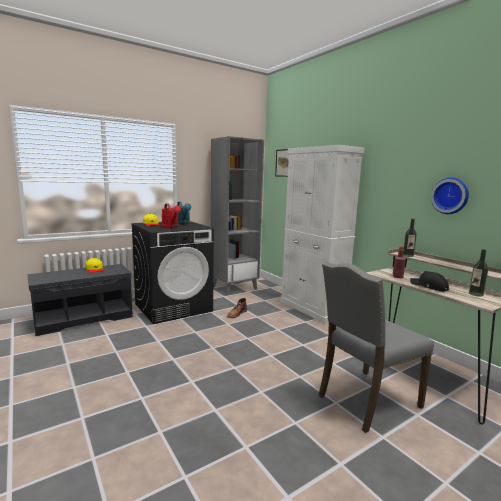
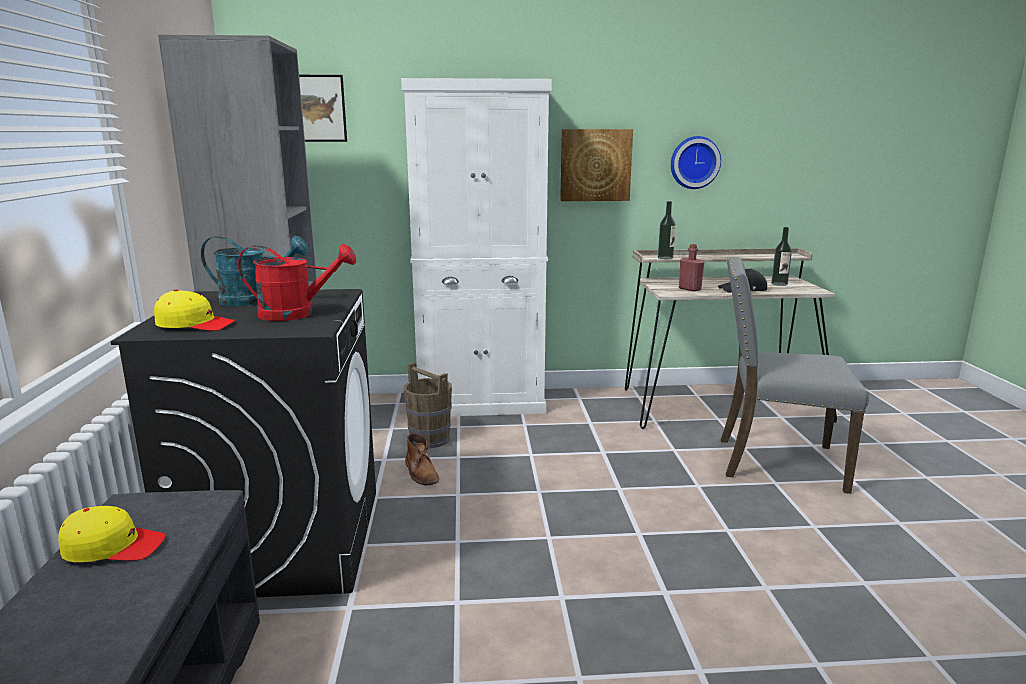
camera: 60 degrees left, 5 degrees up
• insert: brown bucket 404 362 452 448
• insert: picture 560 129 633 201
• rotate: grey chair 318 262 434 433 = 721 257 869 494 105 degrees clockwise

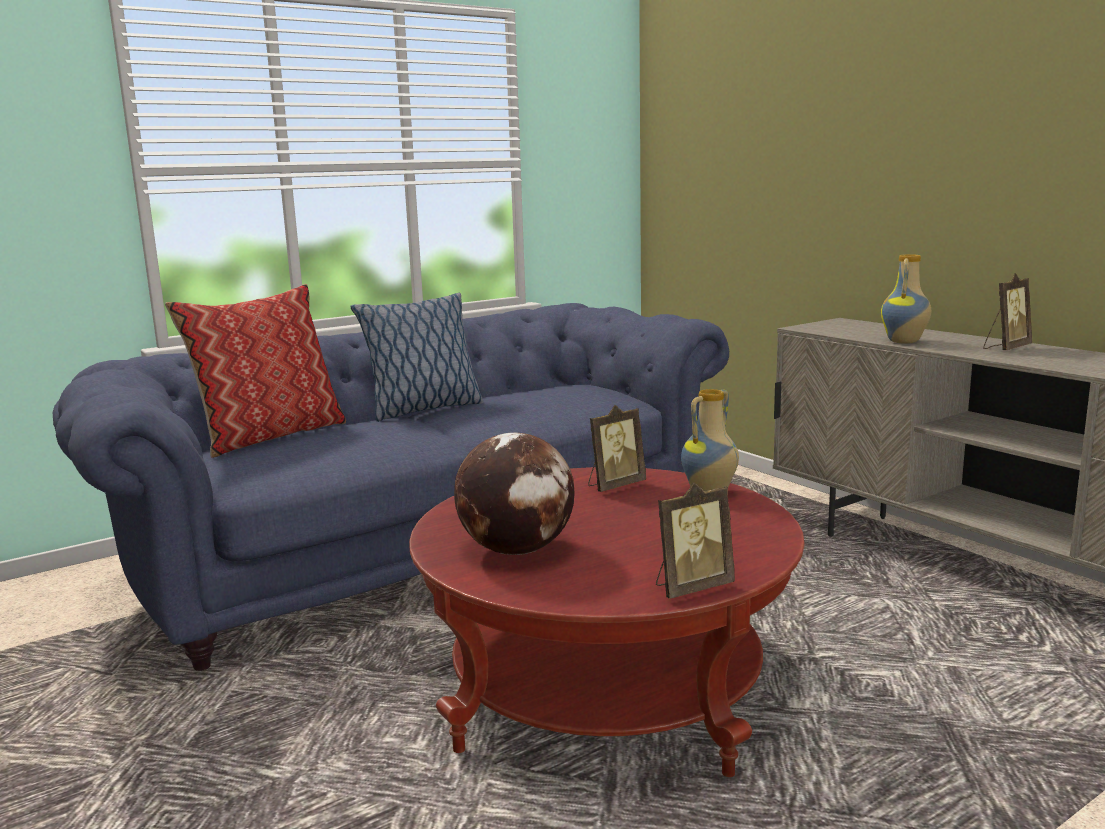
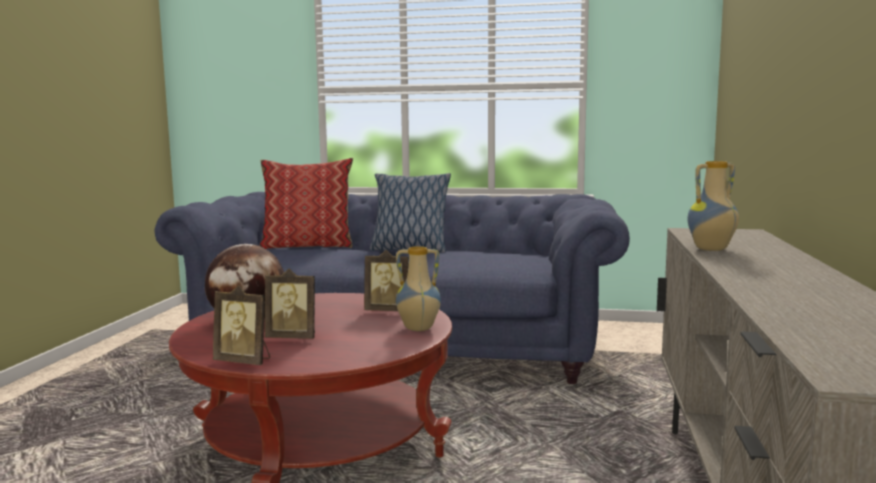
camera: 45 degrees right, 5 degrees down
• move: picture frame 983 273 1032 350 to 265 269 315 339

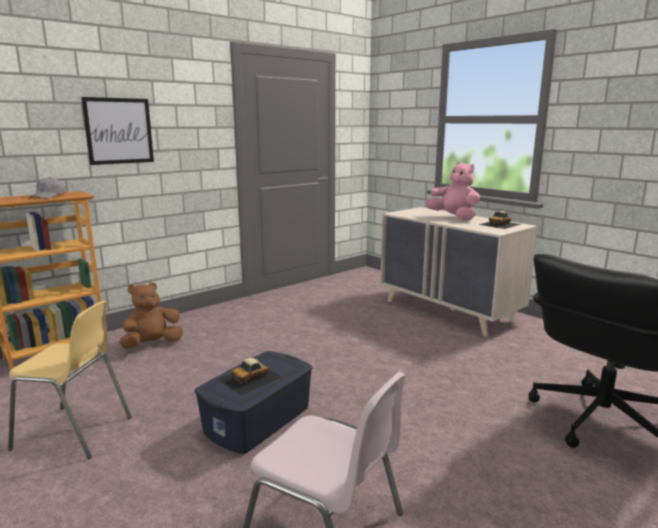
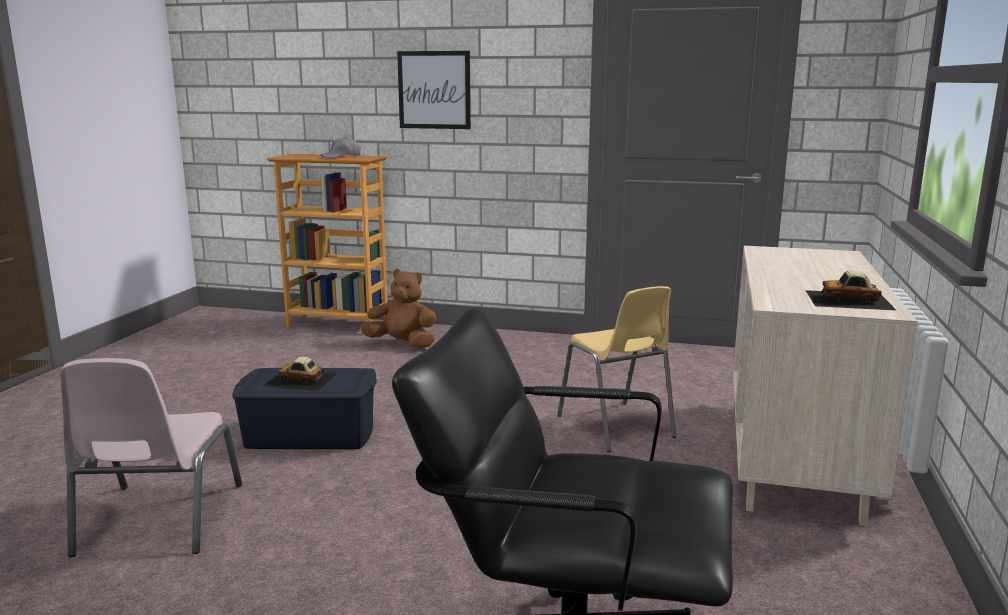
camera: 55 degrees right, 0 degrees up
• move: yellow chair 8 301 132 459 to 558 286 676 452
• delete: pink plush toy 425 162 480 221

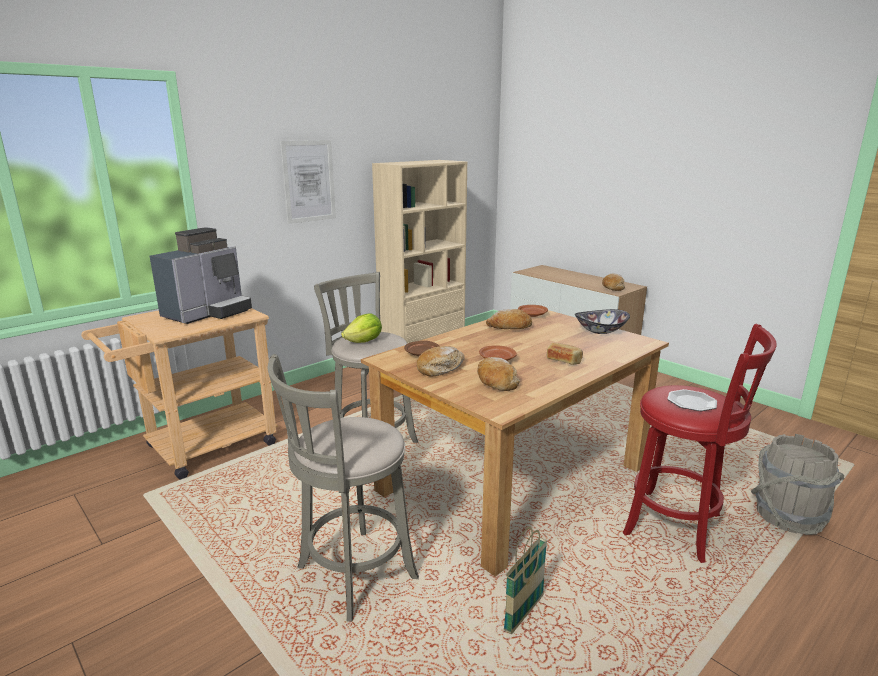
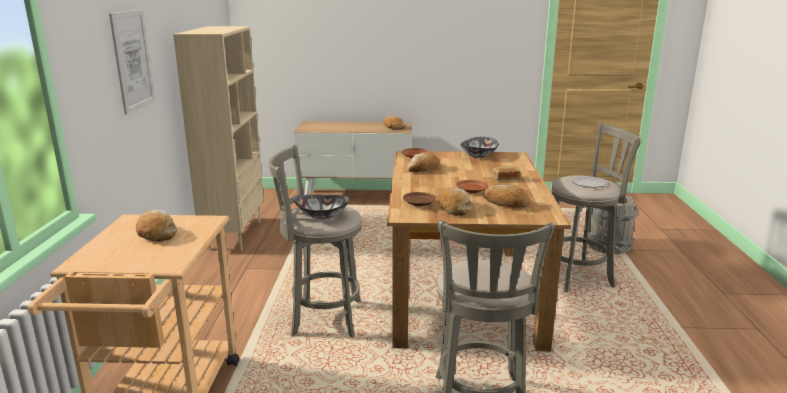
camera: 45 degrees left, 0 degrees up
• replace: coffee machine 150 227 252 324 to bread 136 210 177 242
• replace: lettuce 341 313 382 343 to bowl 294 195 350 219
• recolor: red stool 623 324 777 563 to grey stool 550 123 641 293
• delete: basket 504 526 547 634

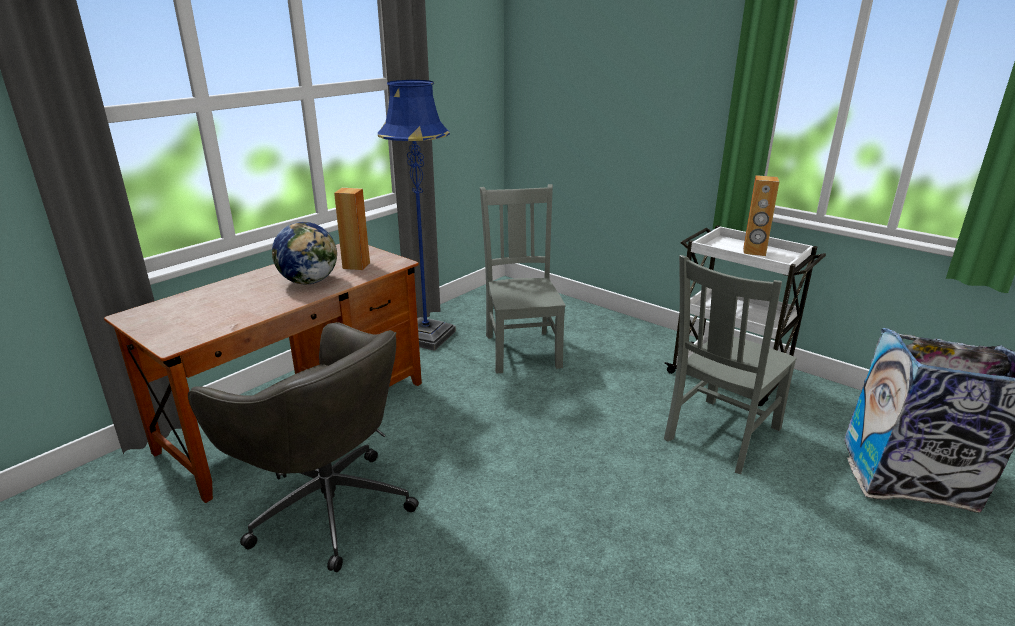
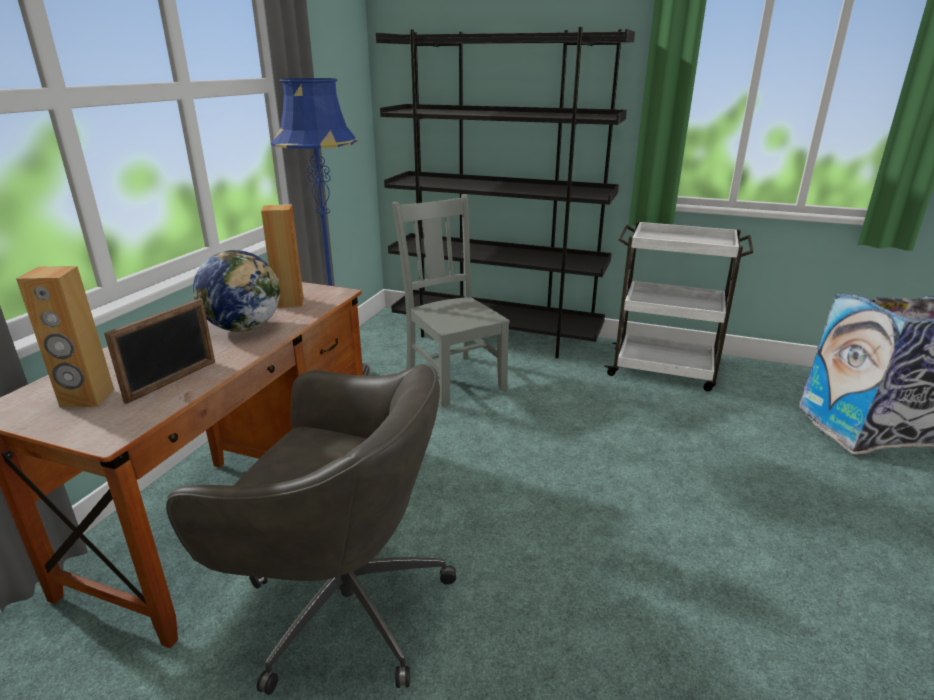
camera: 20 degrees left, 0 degrees up
• move: brown speaker 743 175 779 256 to 16 266 114 408
• insert: picture frame 104 298 215 404
• insert: black bookcase 376 27 635 358
• delete: grey chair 664 255 797 474

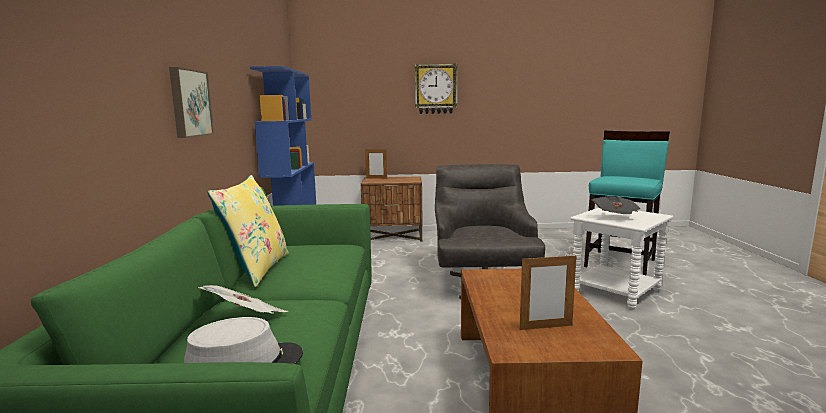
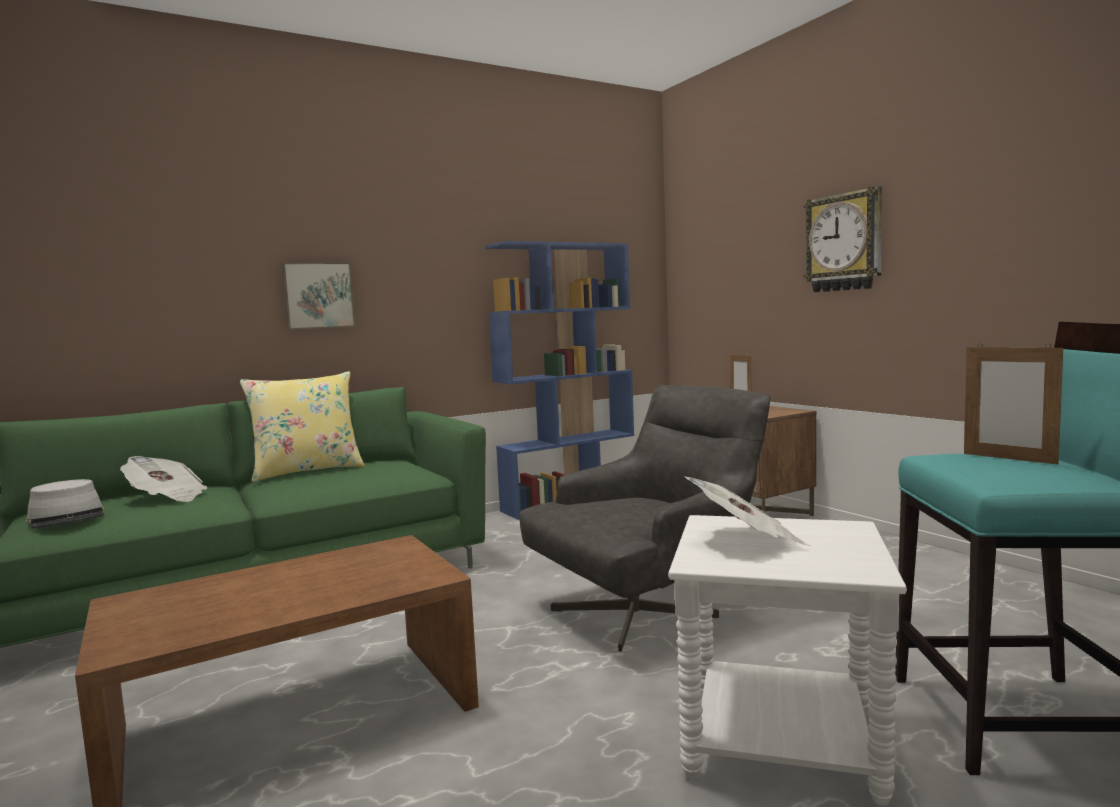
camera: 60 degrees right, 5 degrees down
• move: picture frame 520 253 577 330 to 964 344 1063 465

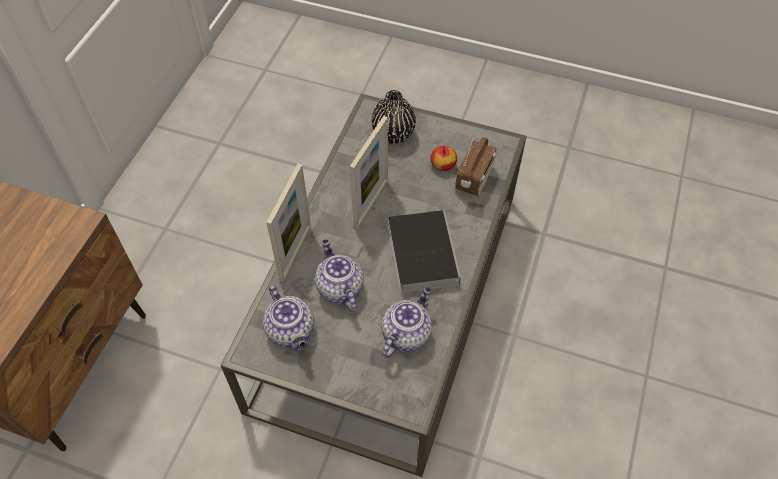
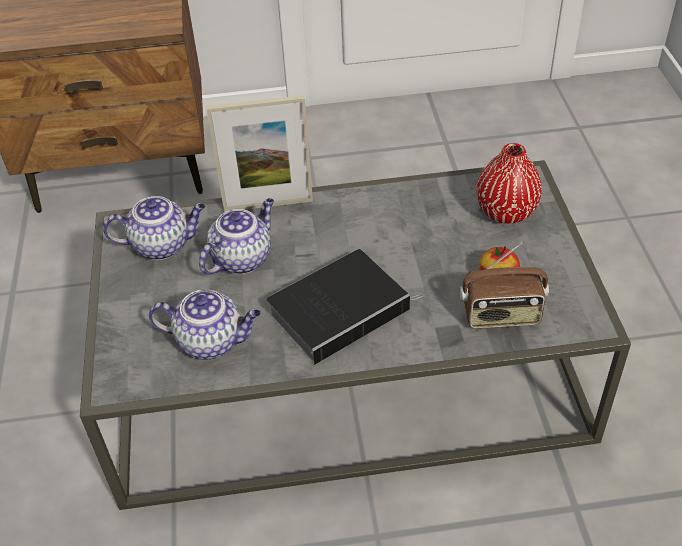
camera: 65 degrees right, 10 degrees down
• rotate: teapot 263 285 314 351 = 103 196 206 260 135 degrees counterclockwise
• recolor: black vase 372 90 416 144 to red vase 476 143 542 224
• delete: picture frame 350 116 388 229

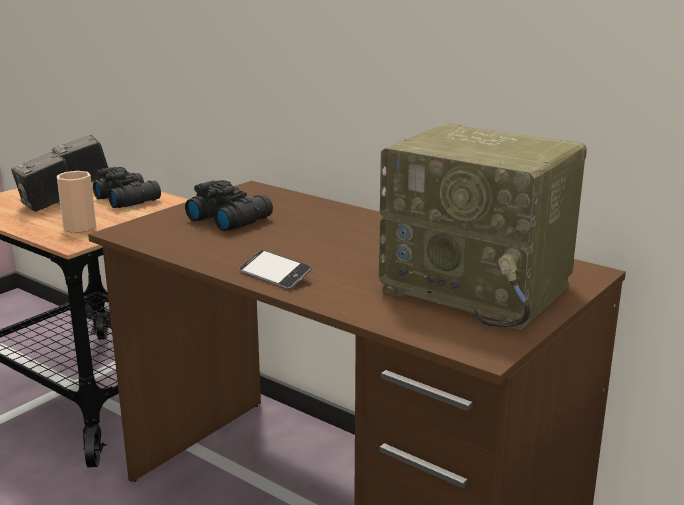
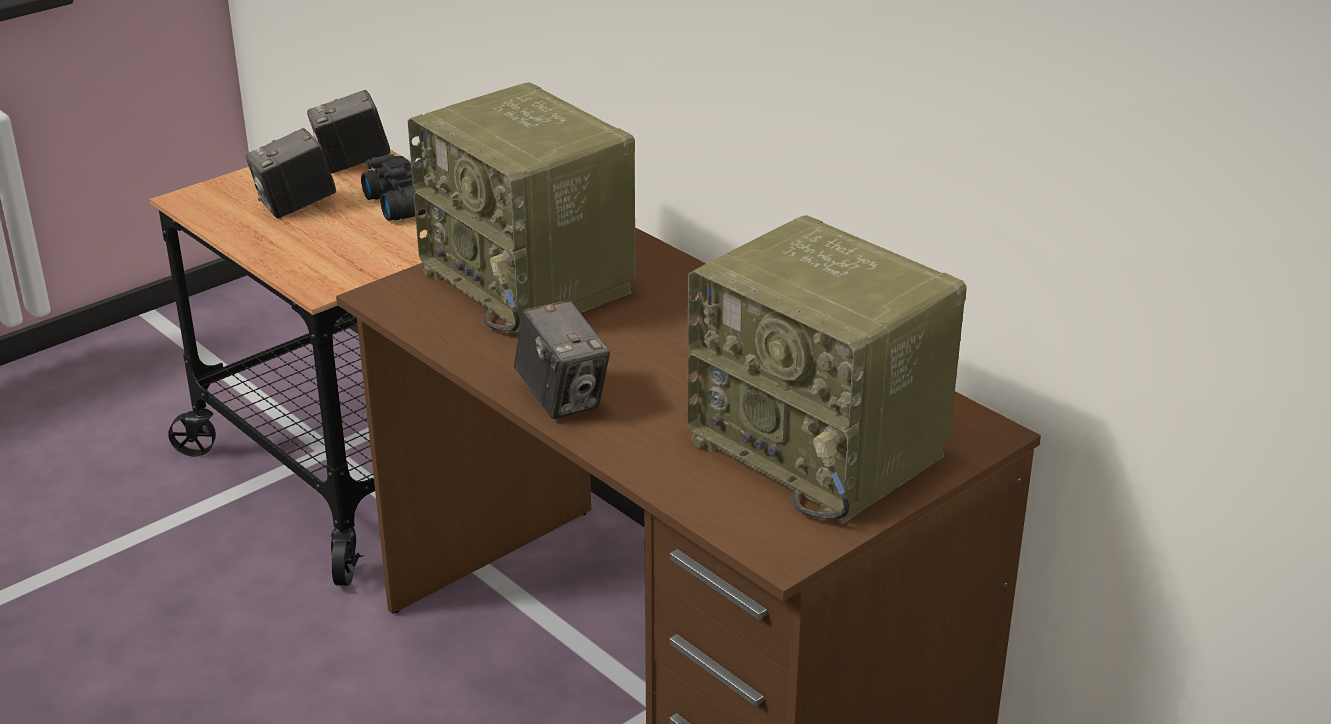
camera: 10 degrees right, 10 degrees up
• replace: black binoculars 185 180 273 231 to radio 408 82 636 336
• replace: phone 240 250 312 289 to photo camera 514 300 610 419
• delete: cup 57 171 96 233

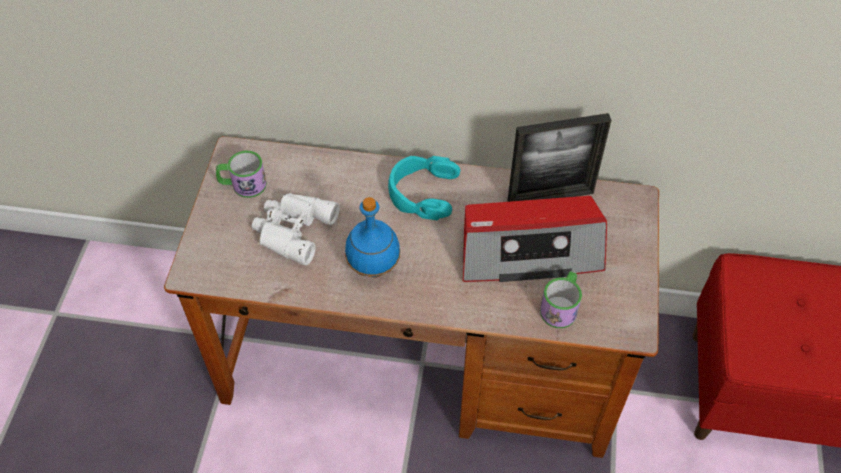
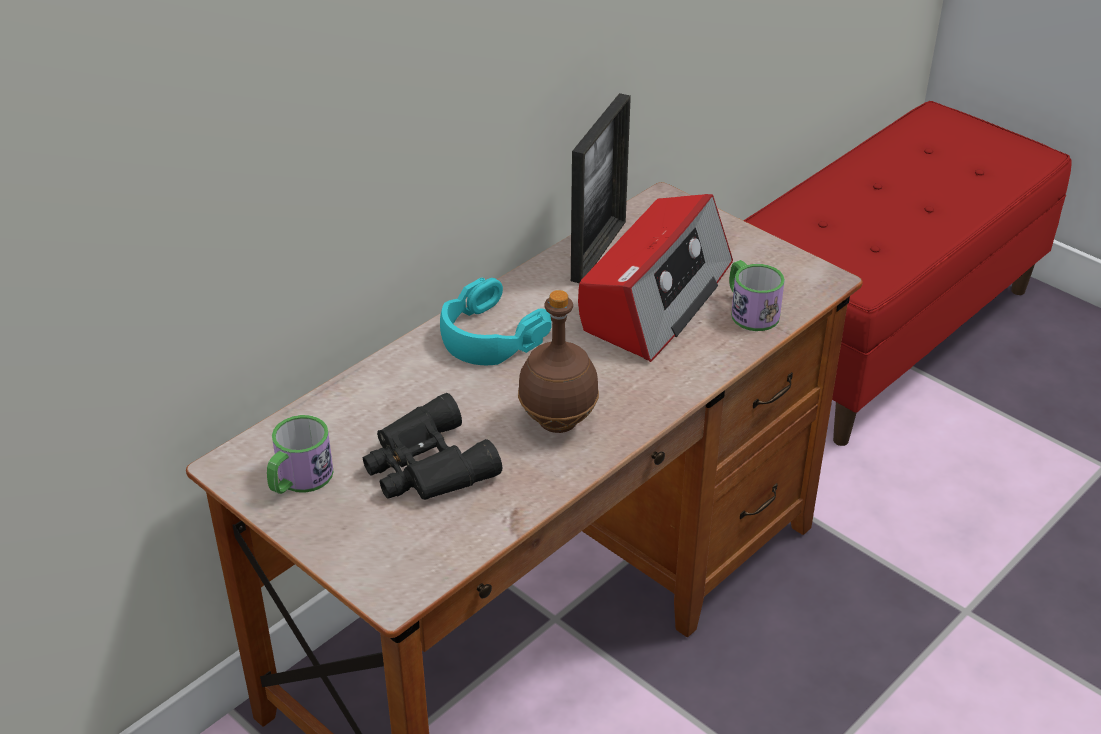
camera: 55 degrees left, 15 degrees down
• recolor: white binoculars 252 193 340 265 to black binoculars 363 393 503 500
• recolor: blue bottle 345 197 400 278 to brown bottle 518 290 599 433

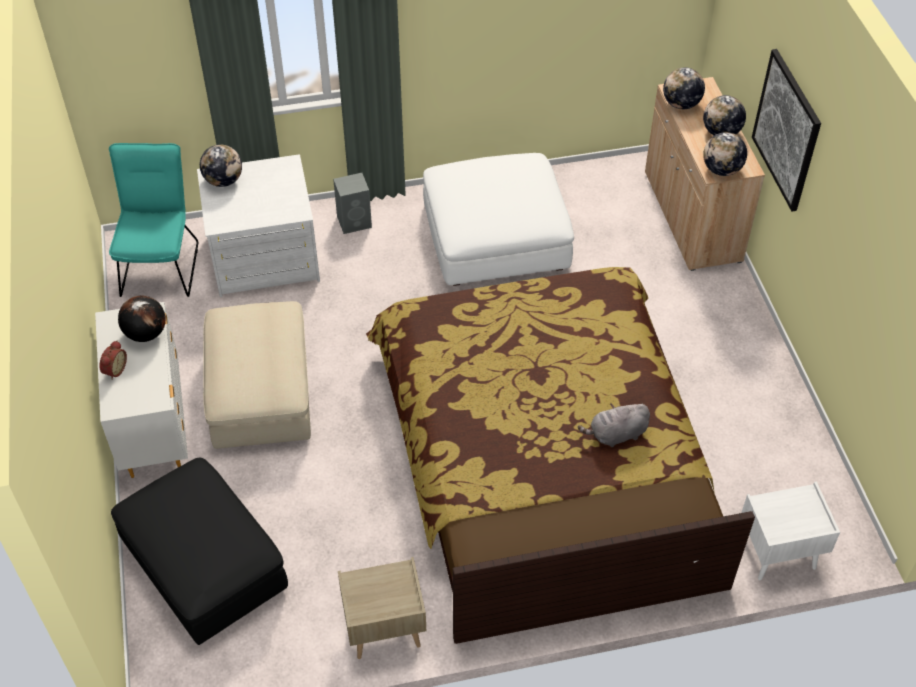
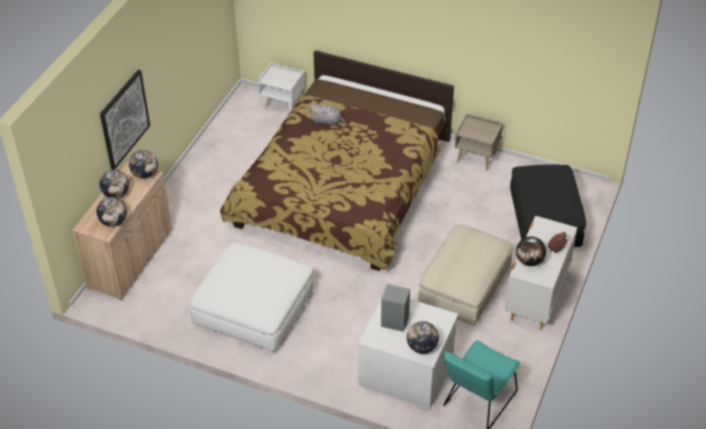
camera: 145 degrees left, 5 degrees down
• move: grey speaker 333 173 372 234 to 381 284 410 332

